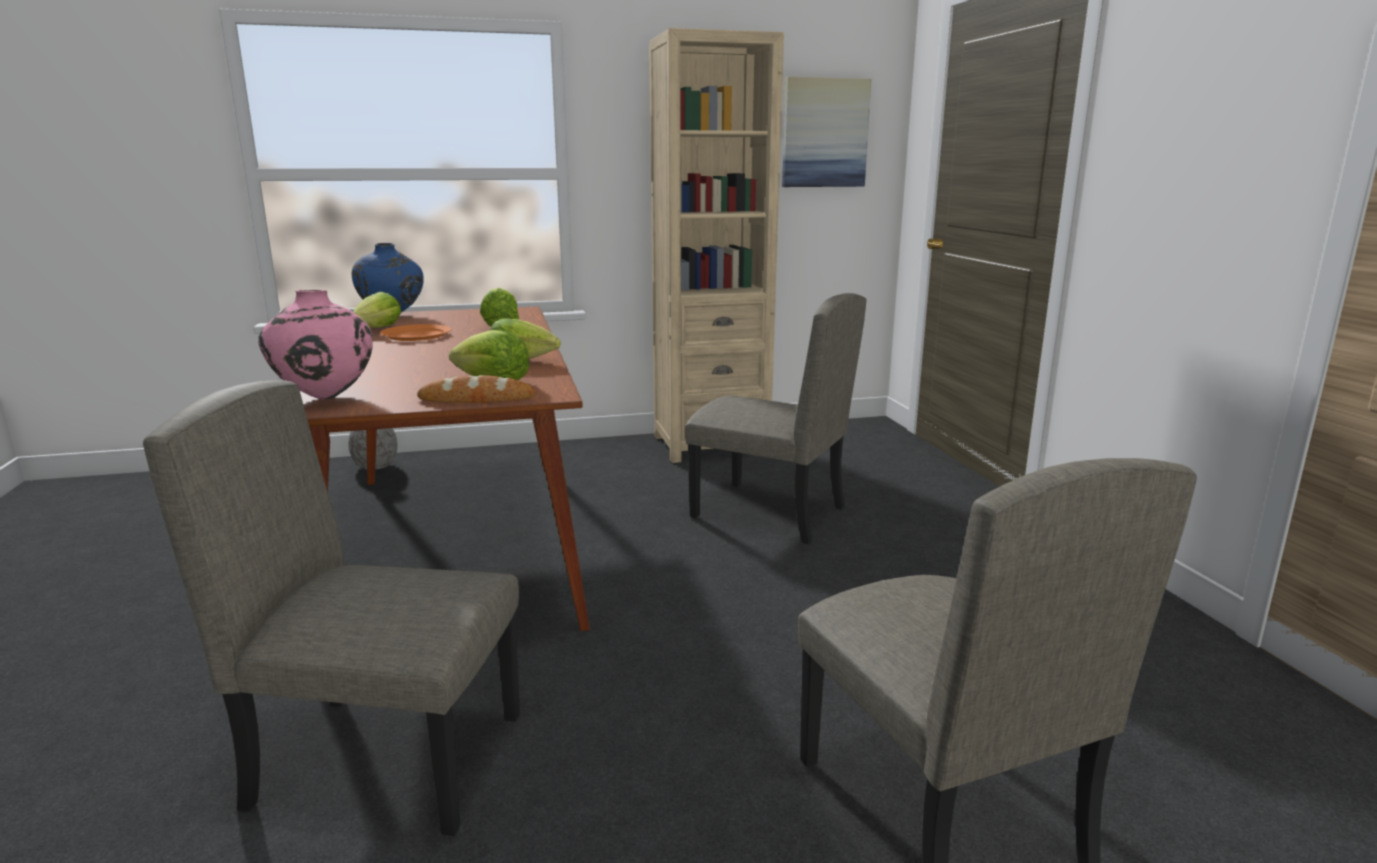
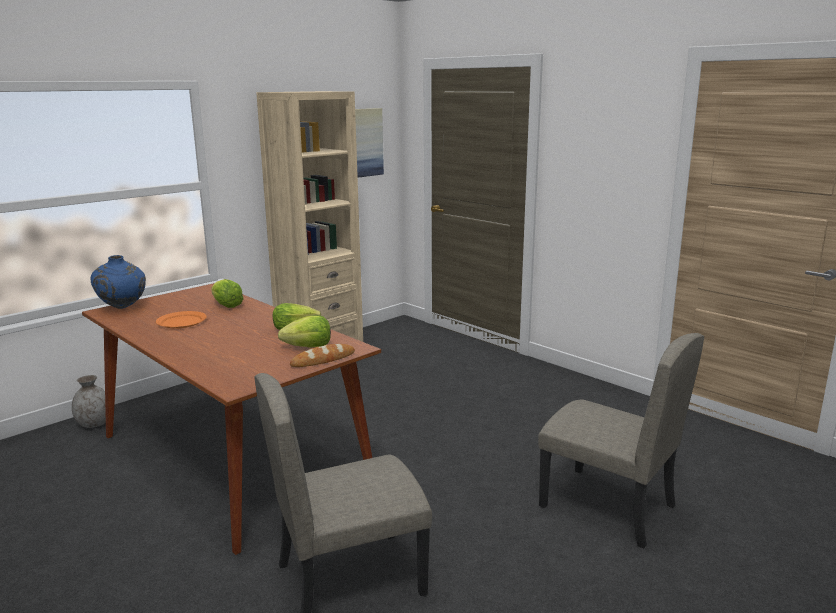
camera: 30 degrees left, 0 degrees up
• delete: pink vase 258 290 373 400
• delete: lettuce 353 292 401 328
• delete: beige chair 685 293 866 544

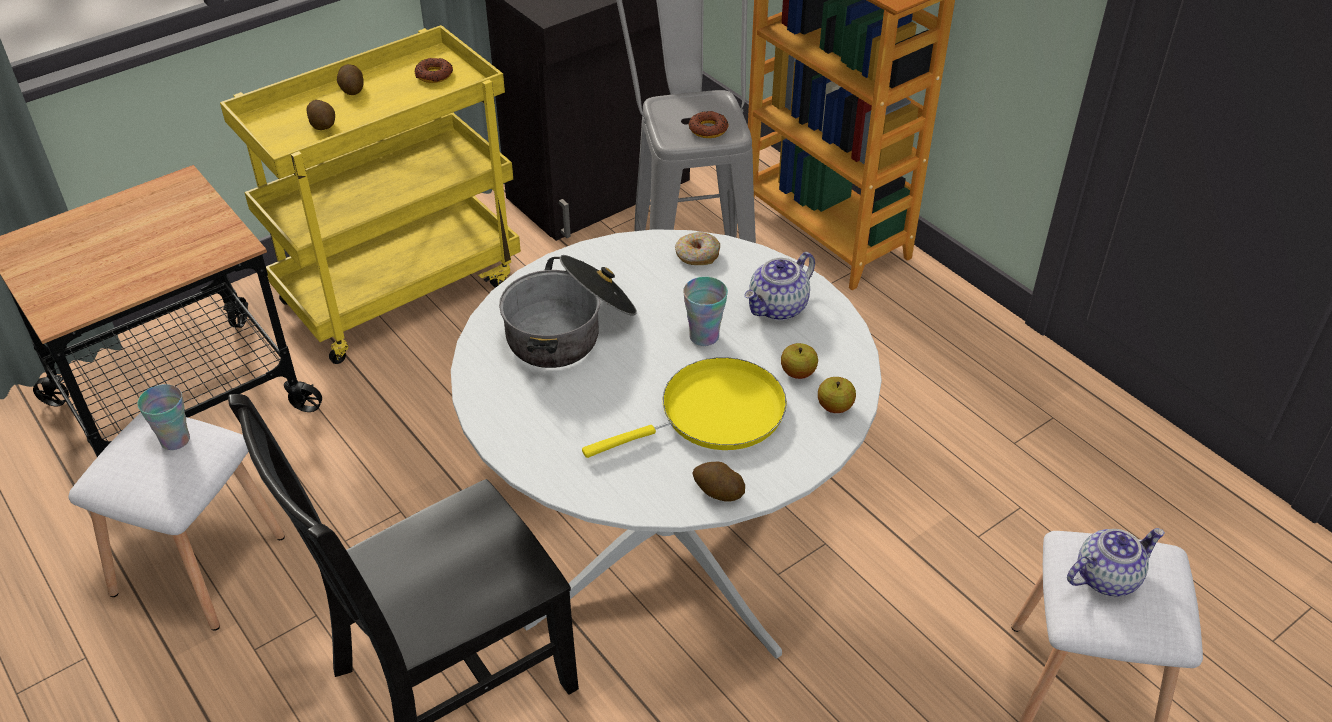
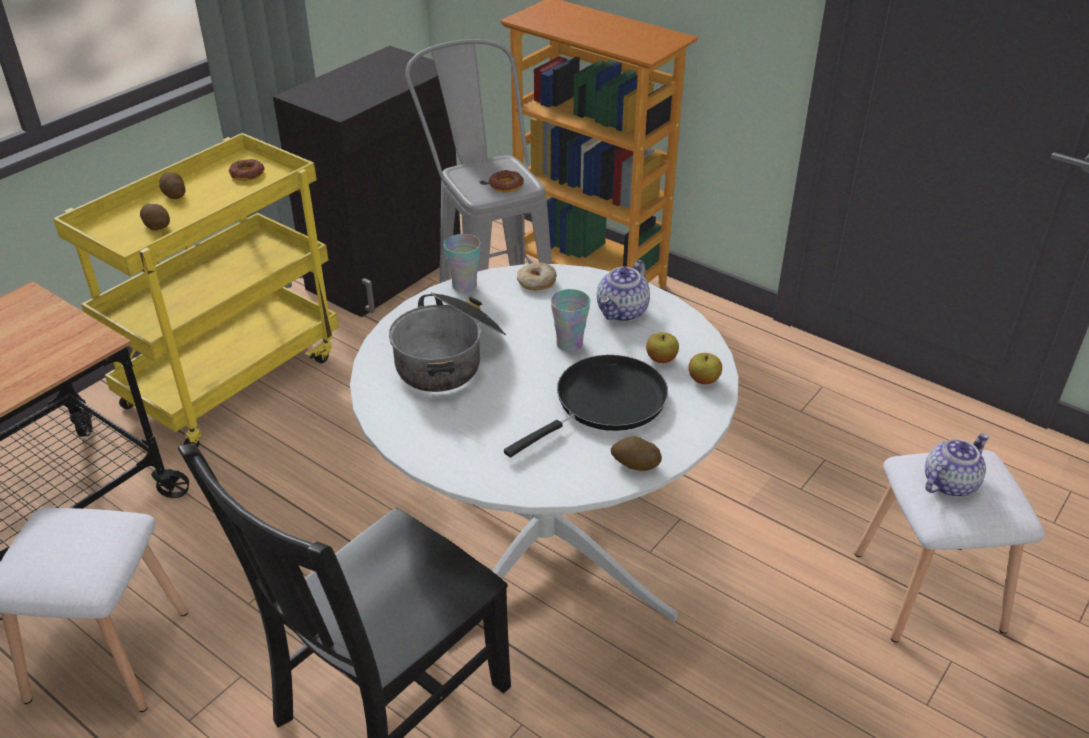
camera: 15 degrees left, 5 degrees down
• move: cup 137 384 190 450 to 444 234 481 293
• recolor: yellow frying pan 582 357 787 458 to black frying pan 504 355 668 457

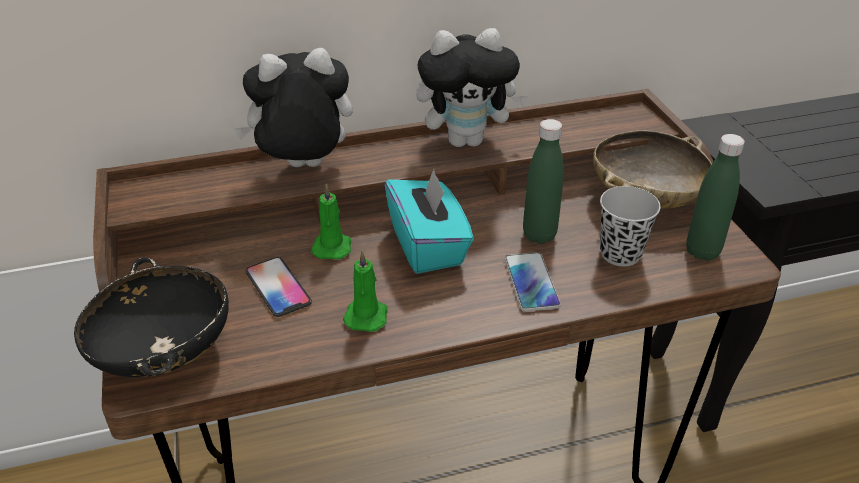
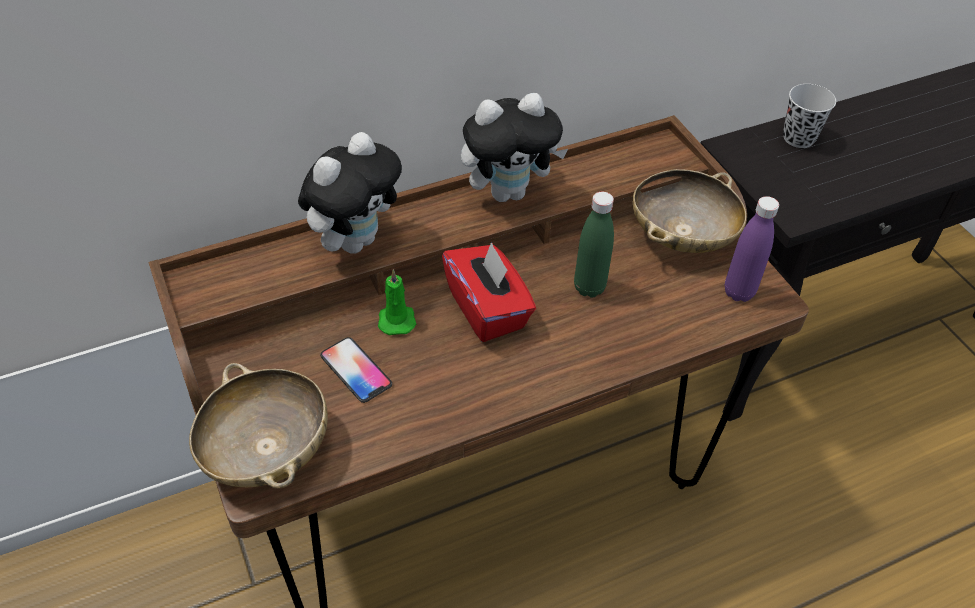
camera: 10 degrees left, 10 degrees up
• recolor: black bowl 74 257 229 377 to beige bowl 189 363 328 489
• rotate: plush toy 234 48 353 167 = 298 132 402 253 150 degrees clockwise
• recolor: turquoise tissue box 385 169 474 274 to red tissue box 442 242 536 342
• recolor: green bottle 686 134 745 261 to purple bottle 725 196 779 302
• move: black cup 600 186 661 266 to 783 84 836 148
• delete: green candle 343 250 388 332
• delete: phone 504 252 561 312

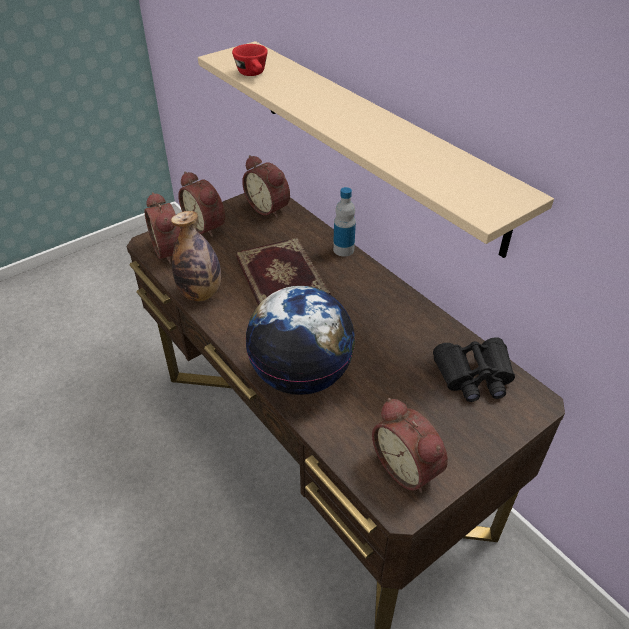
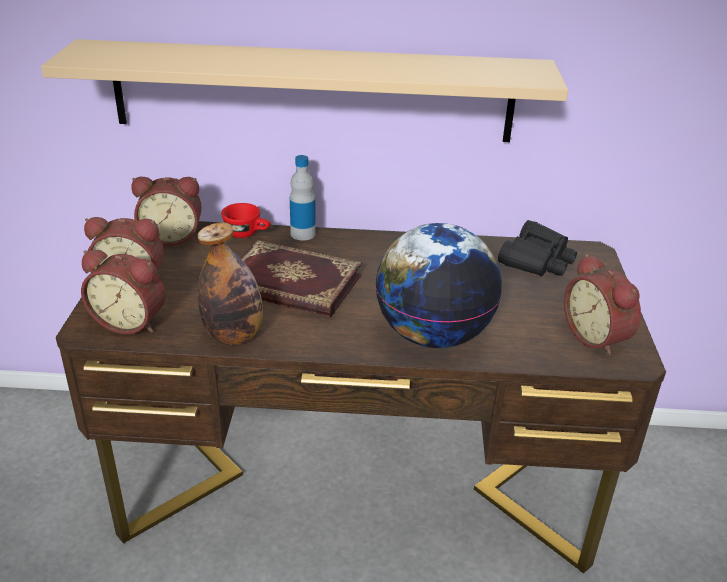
camera: 50 degrees left, 10 degrees down
• move: red cup 232 44 268 76 to 221 203 271 238
• rotate: alarm clock 372 398 448 493 = 564 254 641 356 60 degrees clockwise

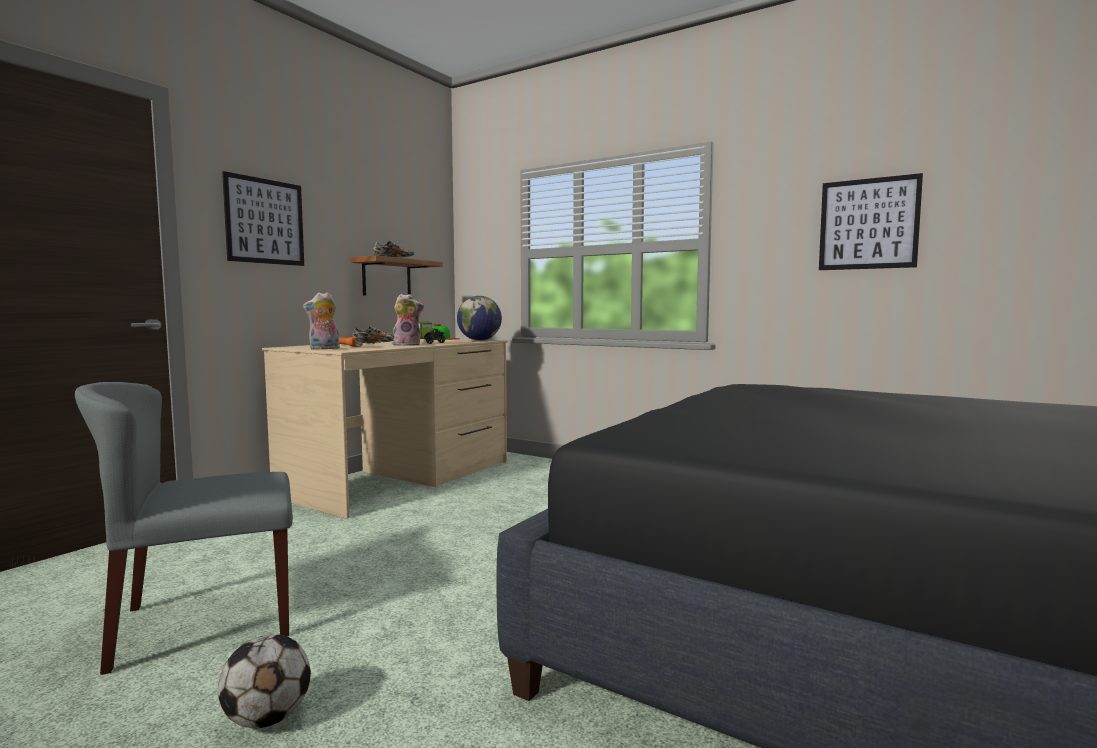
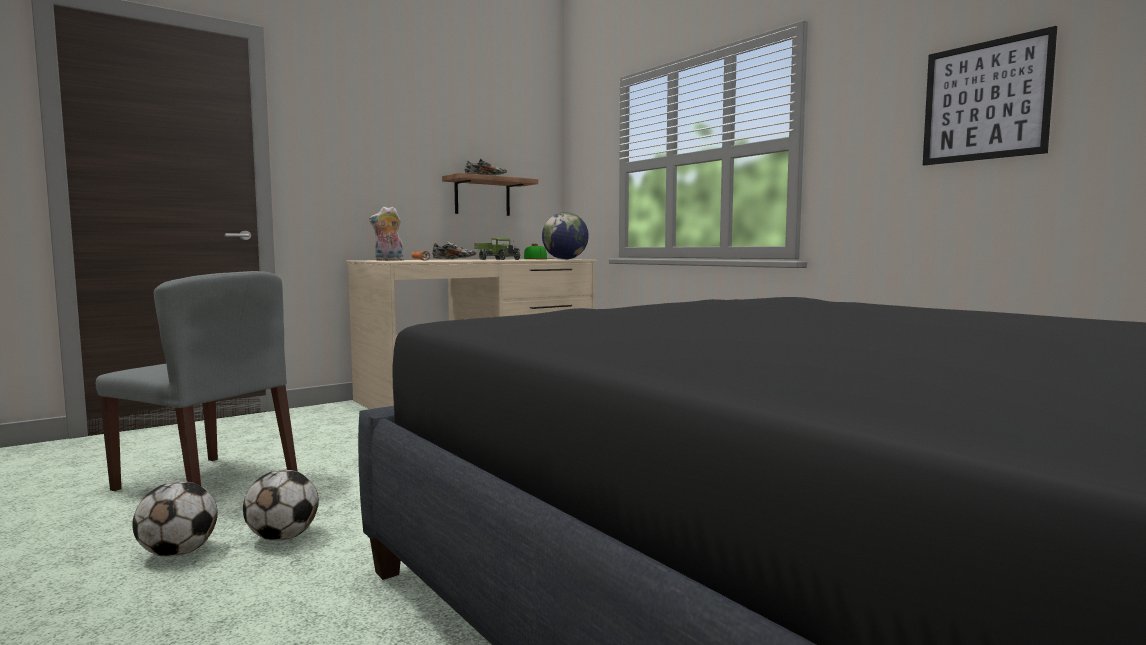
camera: 20 degrees right, 0 degrees up
• rotate: grey chair 75 382 293 675 = 96 271 298 491 150 degrees counterclockwise
• insert: football 243 470 319 541
• delete: picture 222 171 304 266
• delete: plush toy 393 294 424 346

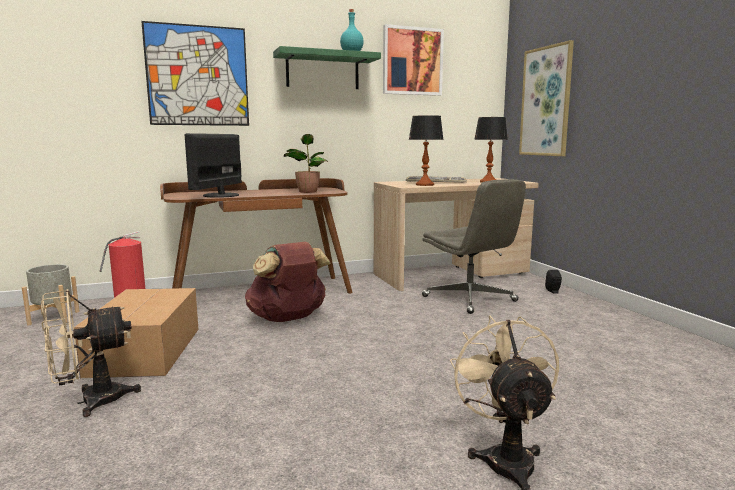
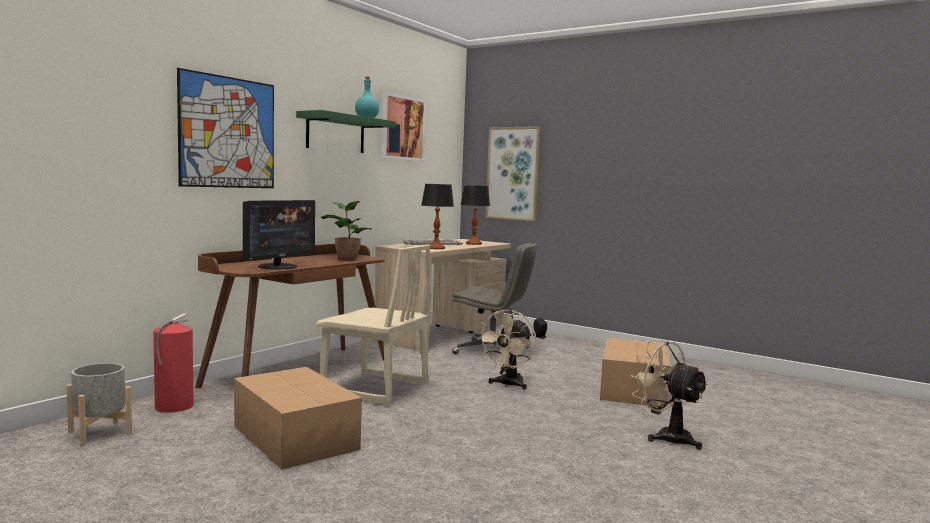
camera: 35 degrees left, 5 degrees down
• rotate: monitor 185 133 242 198 = 243 200 315 269 135 degrees counterclockwise
• replace: brown backpack 245 242 331 322 to beige chair 316 245 431 404
• move: beige fan 41 289 141 417 to 477 309 536 390
• insert: cardboard box 600 337 670 408

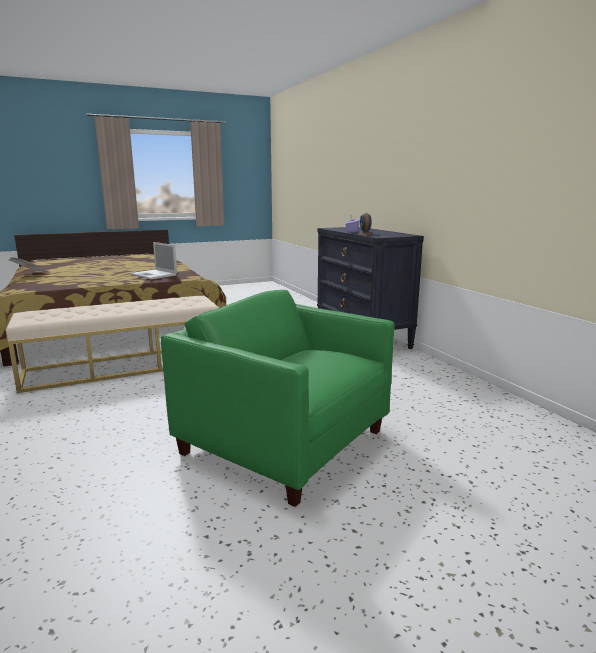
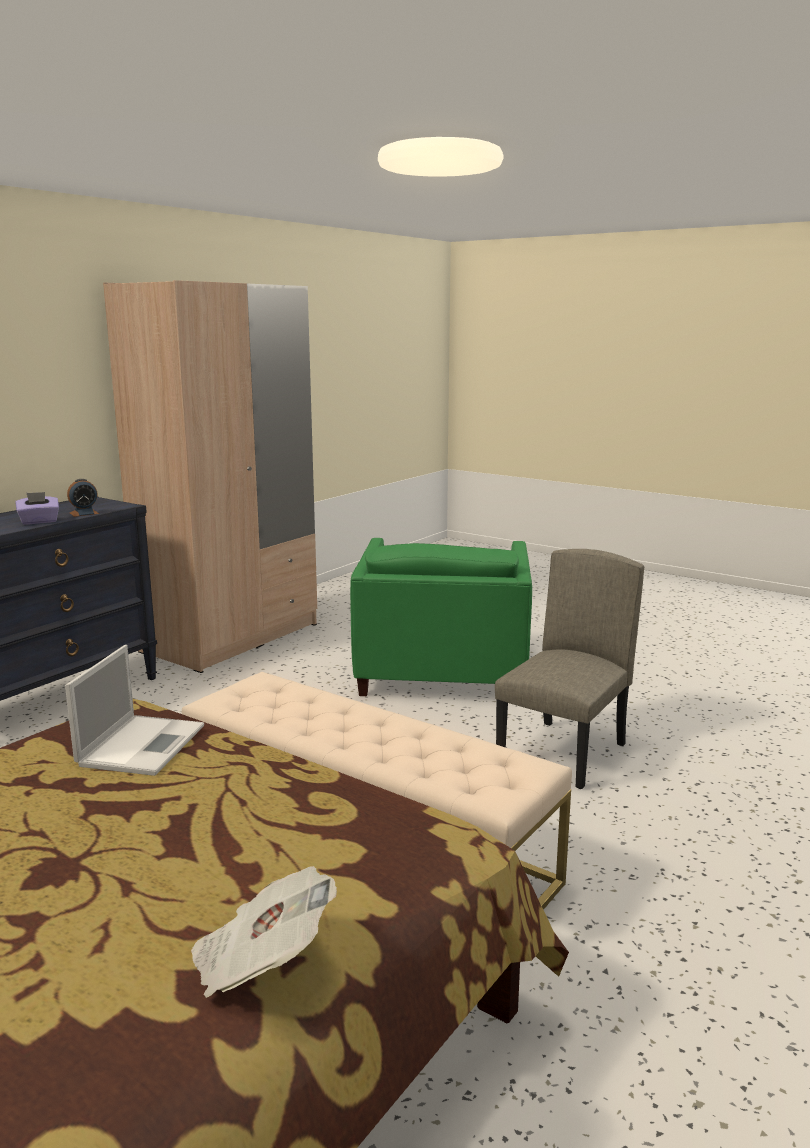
camera: 120 degrees left, 0 degrees up
• insert: beige wardrobe 103 280 317 673
• insert: beige chair 495 549 644 789

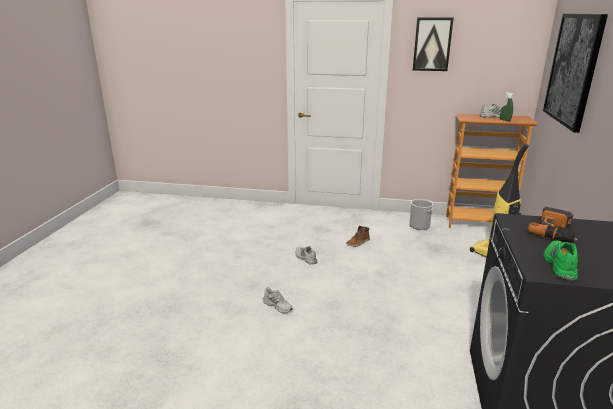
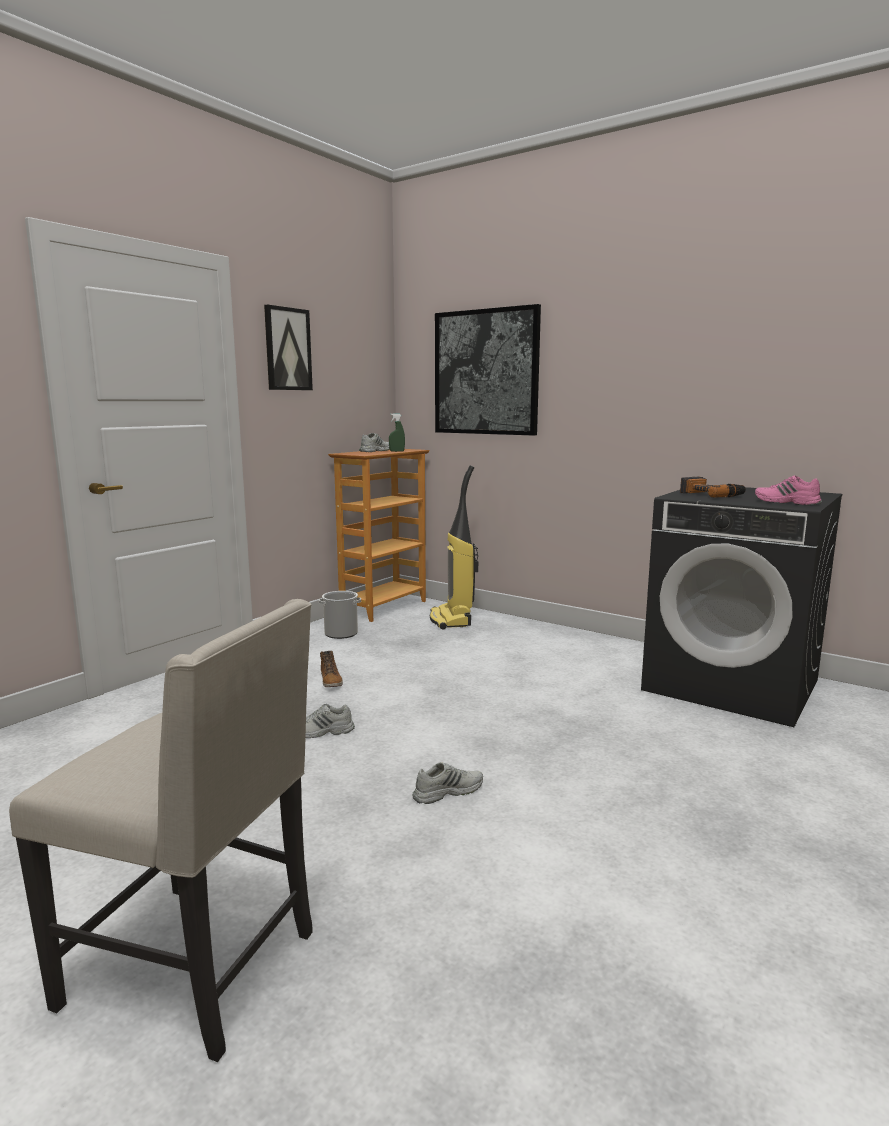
camera: 65 degrees left, 10 degrees down
• insert: beige chair 9 599 312 1062
• recolor: green shoe 543 241 578 281 to pink shoe 755 475 822 505

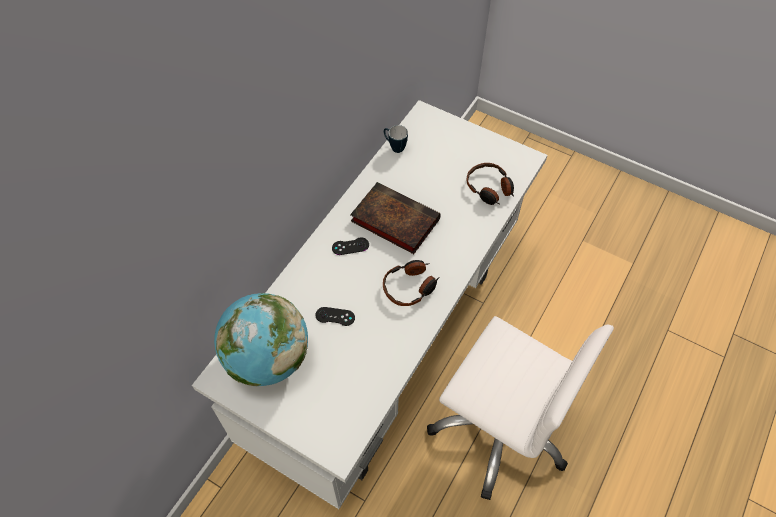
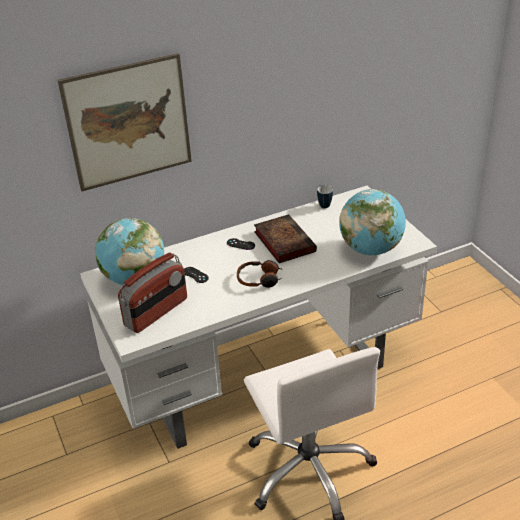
camera: 35 degrees right, 20 degrees down
• insert: picture 57 53 192 191
• insert: radio 118 252 187 333
• replace: headphones 467 163 514 205 to globe 339 189 406 255

